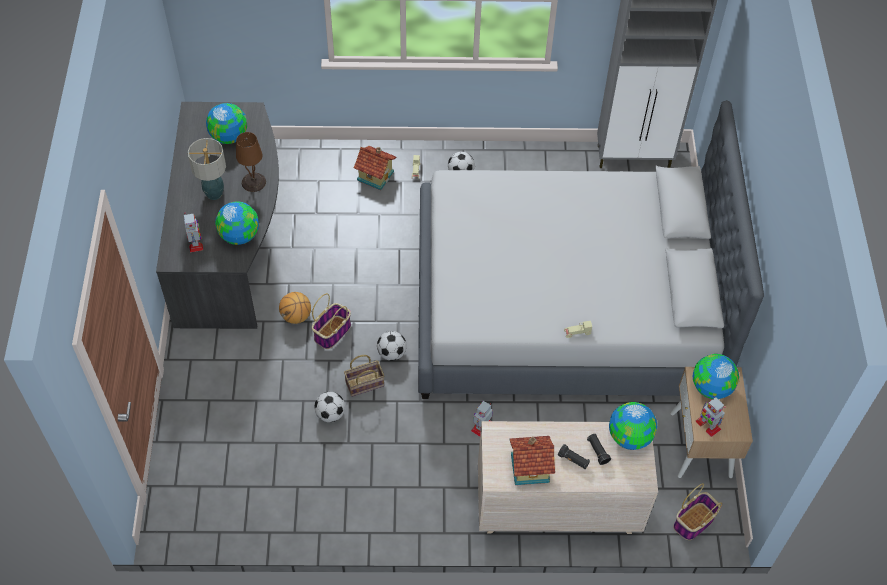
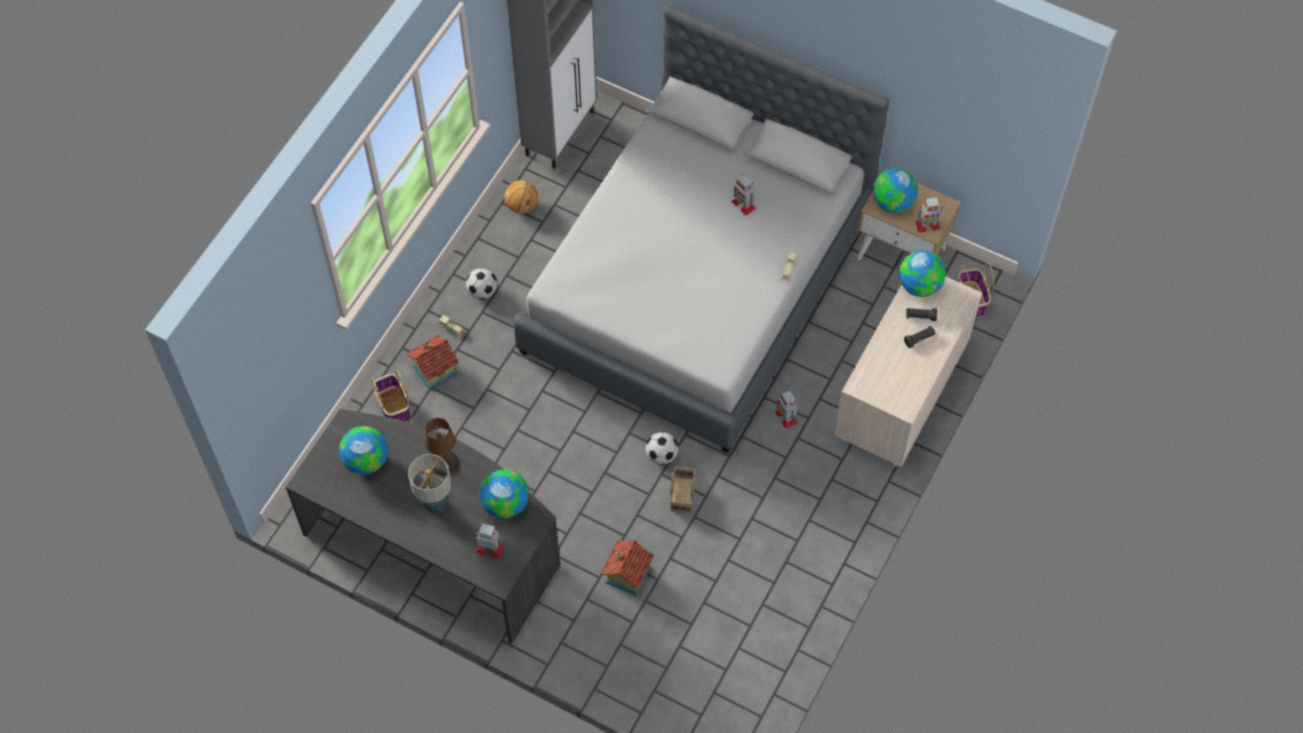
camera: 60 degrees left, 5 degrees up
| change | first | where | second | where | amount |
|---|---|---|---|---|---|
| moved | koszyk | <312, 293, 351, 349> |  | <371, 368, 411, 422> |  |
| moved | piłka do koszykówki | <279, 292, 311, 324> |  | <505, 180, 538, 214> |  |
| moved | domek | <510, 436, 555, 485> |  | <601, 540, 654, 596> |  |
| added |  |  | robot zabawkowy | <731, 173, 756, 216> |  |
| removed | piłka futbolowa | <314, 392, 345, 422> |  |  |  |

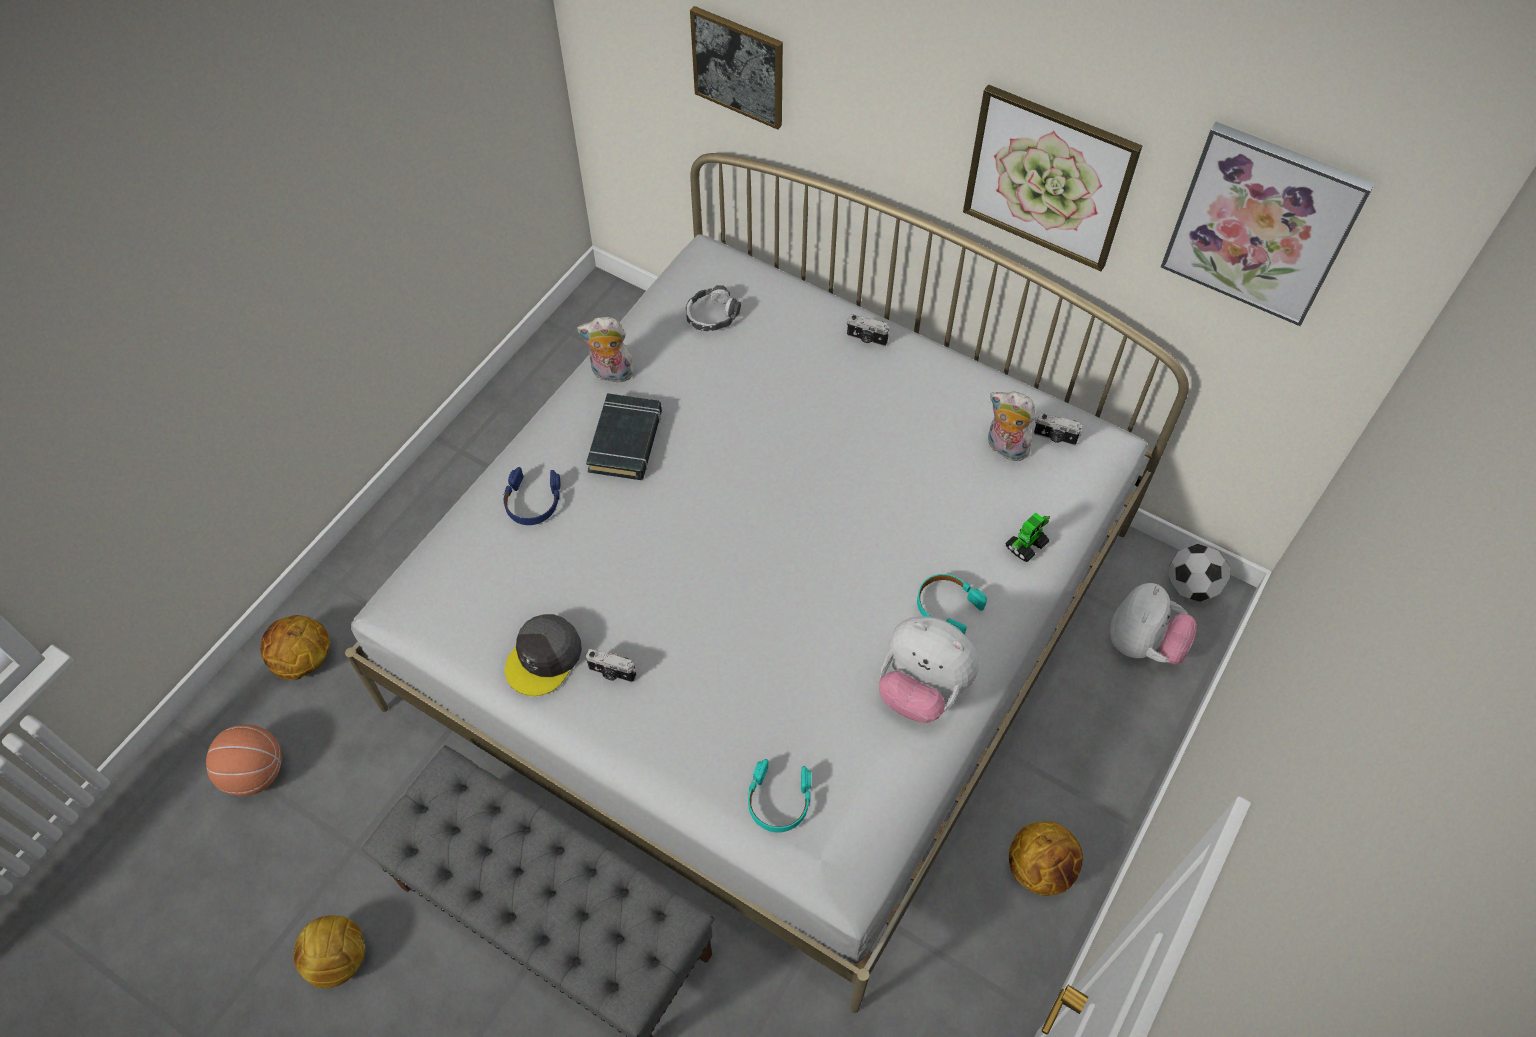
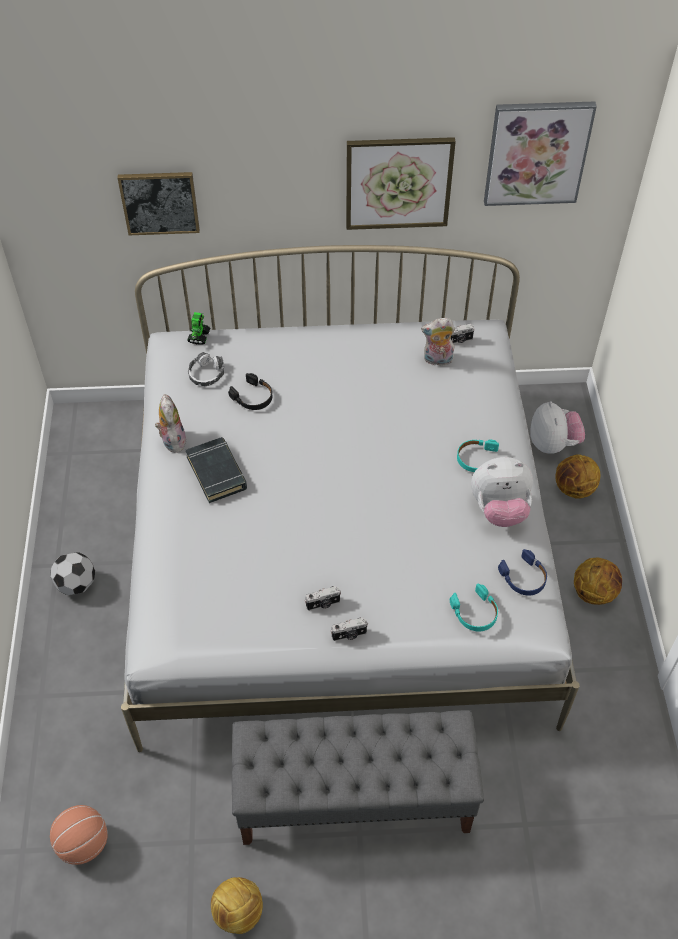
camera: 35 degrees left, 5 degrees down
| change | first | where | second | where | amount |
|---|---|---|---|---|---|
| moved | piłka futbolowa | <1169, 544, 1230, 602> |  | <50, 552, 95, 595> |  |
| turned | pluszak | <577, 317, 635, 383> |  | <155, 394, 187, 453> | 105 degrees clockwise |
| moved | robot zabawkowy | <1005, 512, 1050, 562> |  | <187, 312, 210, 345> |  |
| added |  |  | słuchawki [czarny] | <228, 373, 272, 410> |  |
| moved | aparat fotograficzny | <847, 314, 890, 347> |  | <331, 617, 368, 641> |  |
| moved | słuchawki [niebieski] | <504, 467, 560, 525> |  | <498, 549, 547, 596> |  |
| moved | piłka do koszykówki | <260, 615, 330, 680> |  | <555, 454, 600, 499> |  |
| removed | czapka z daszkiem [szary] | <505, 614, 582, 696> |  |  |  |

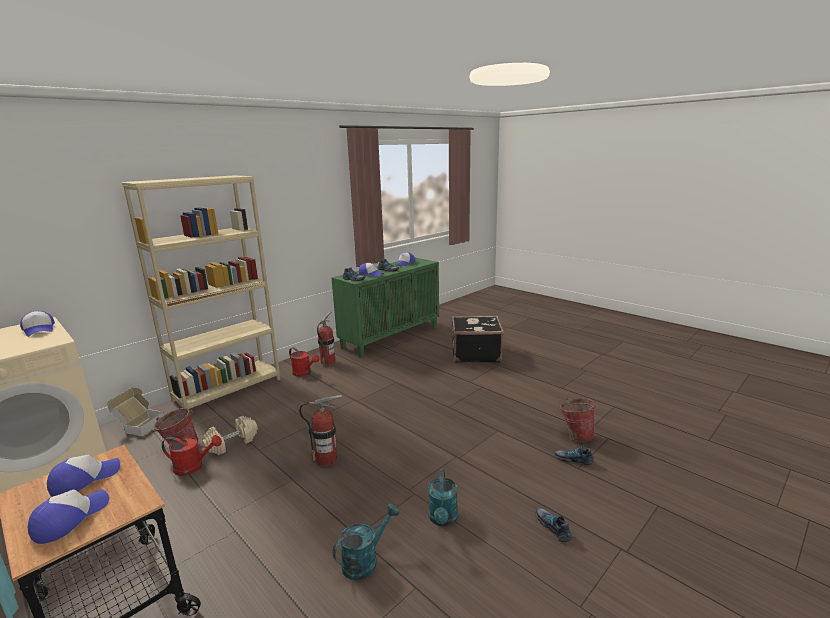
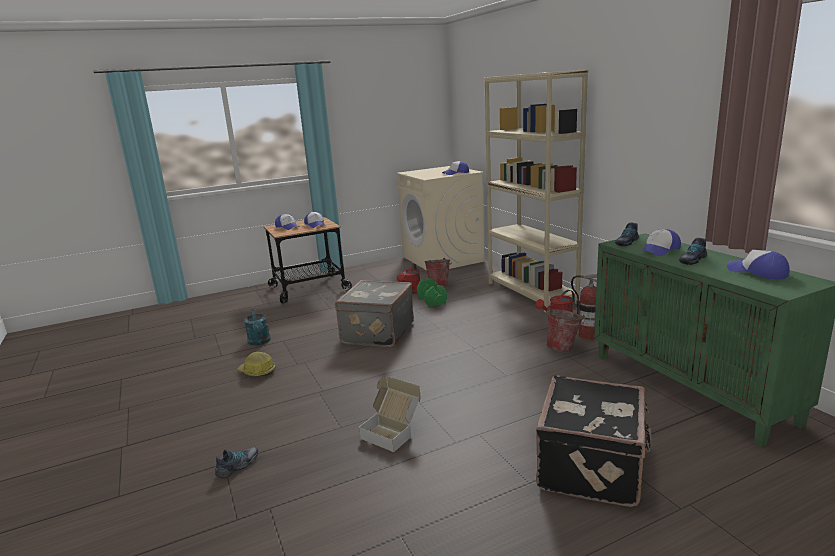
camera: 110 degrees right, 0 degrees up
| change | first | where | second | where | amount |
|---|---|---|---|---|---|
| replaced | konewka [turkusowy] | <428, 469, 458, 527> | kask | <237, 352, 275, 376> |  |
| replaced | gaśnica | <299, 395, 342, 467> | walizka [szary] | <335, 280, 414, 347> |  |
| moved | karton | <107, 388, 164, 436> |  | <359, 376, 420, 452> |  |
| recoloured | hantel [beżowy] | <202, 416, 258, 455> | hantel [zielony] | <417, 278, 447, 307> |  |
| moved | wiadro | <559, 397, 598, 442> |  | <546, 309, 585, 352> |  |
| removed | but | <535, 508, 572, 543> |  |  |  |

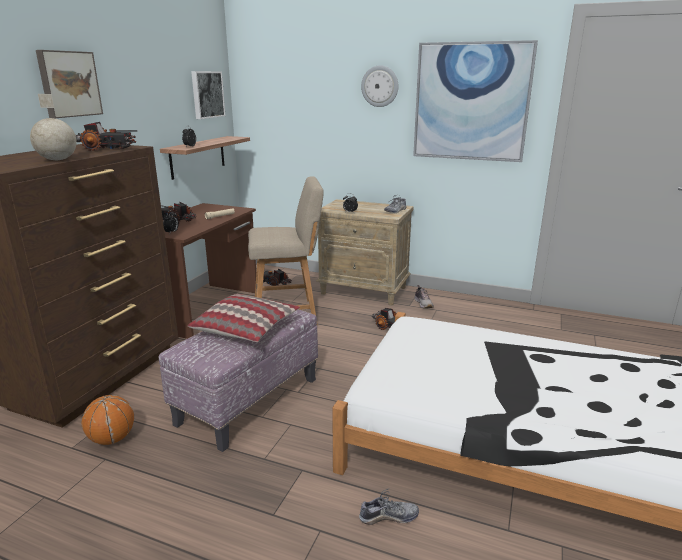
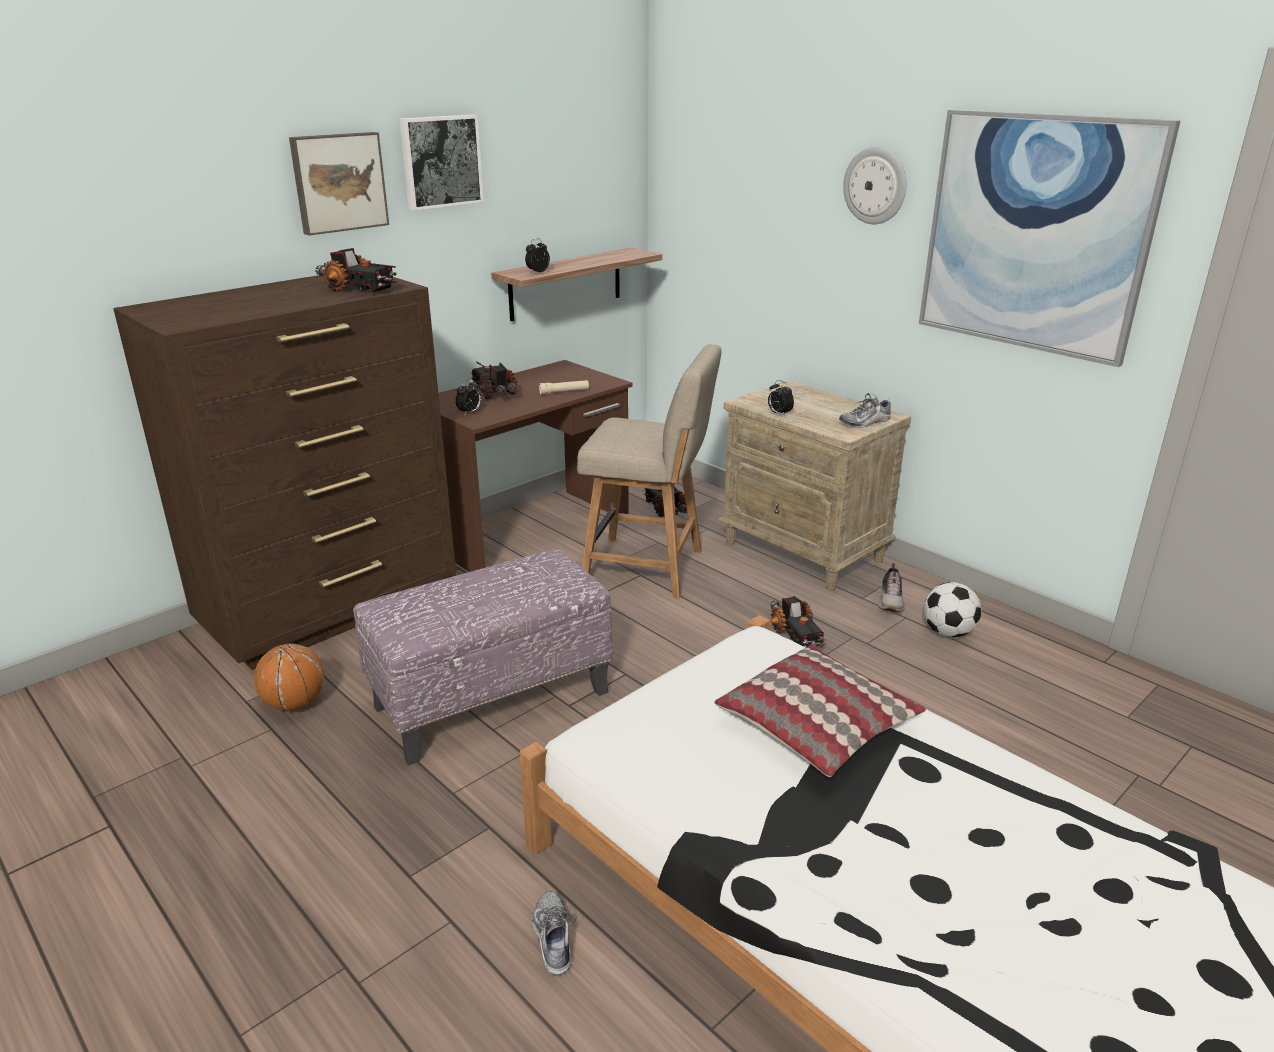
camera: 25 degrees right, 5 degrees up
| change | first | where | second | where | amount |
|---|---|---|---|---|---|
| moved | obraz | <191, 71, 225, 119> |  | <399, 115, 484, 211> |  |
| turned | but | <359, 488, 419, 525> |  | <527, 891, 577, 975> | 120 degrees counterclockwise |
| moved | poduszka | <188, 294, 300, 342> |  | <714, 645, 926, 777> |  |
| added |  |  | piłka futbolowa | <924, 582, 982, 637> |  |
| removed | globus | <30, 94, 77, 160> |  |  |  |

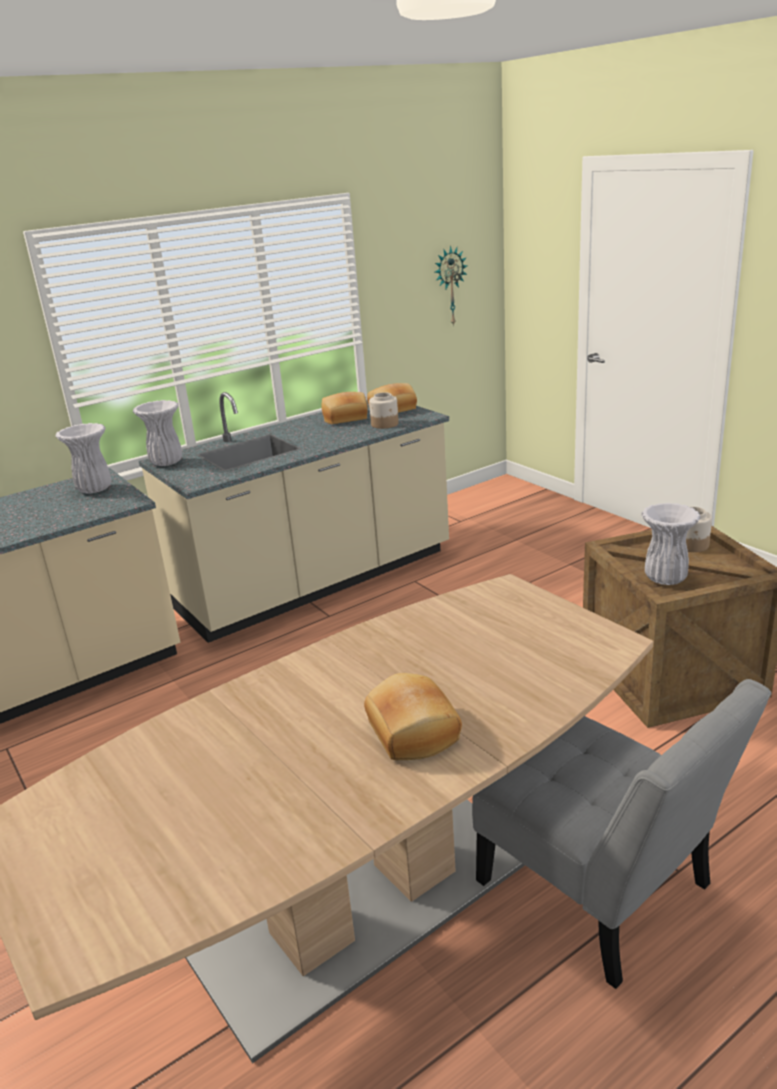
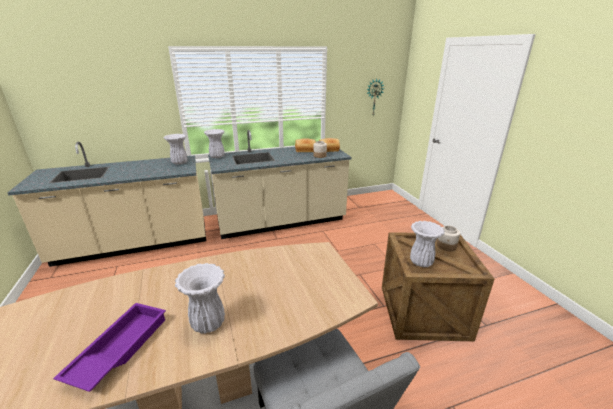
camera: 15 degrees right, 0 degrees up
| change | first | where | second | where | amount |
|---|---|---|---|---|---|
| added |  |  | taca [fioletowy] | <53, 303, 166, 392> |  |
| replaced | chleb | <364, 673, 462, 760> | wazon [biały] | <175, 263, 225, 334> |  |

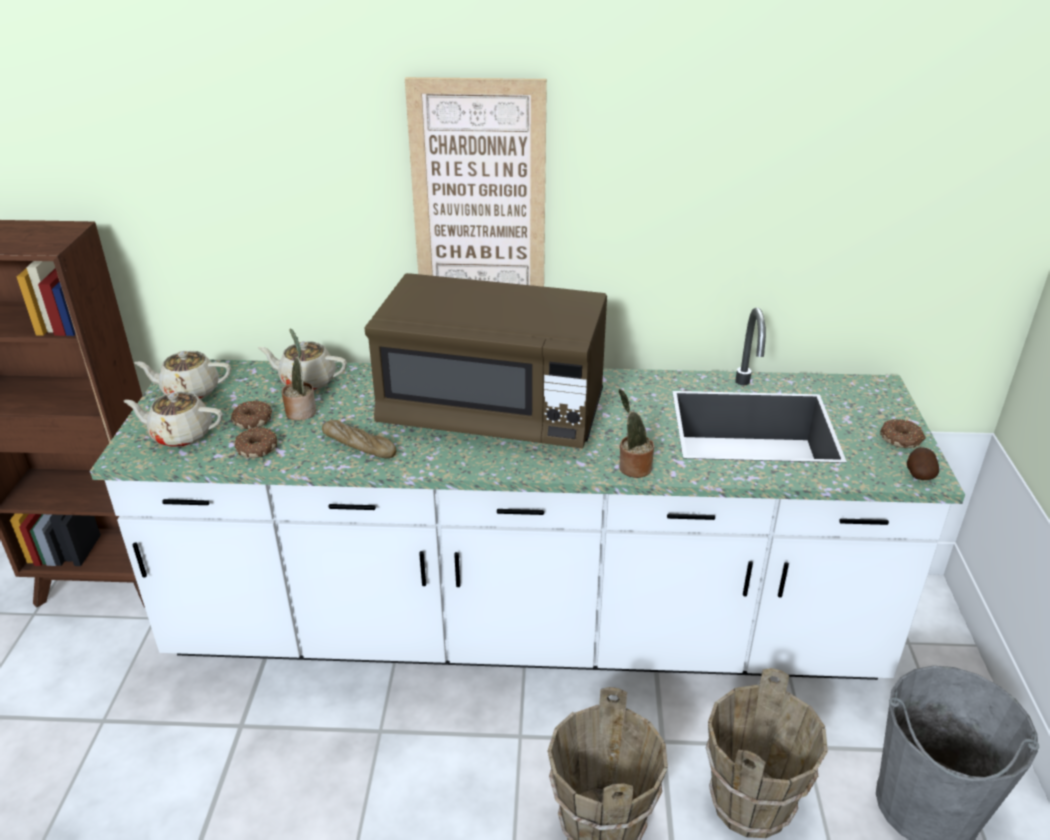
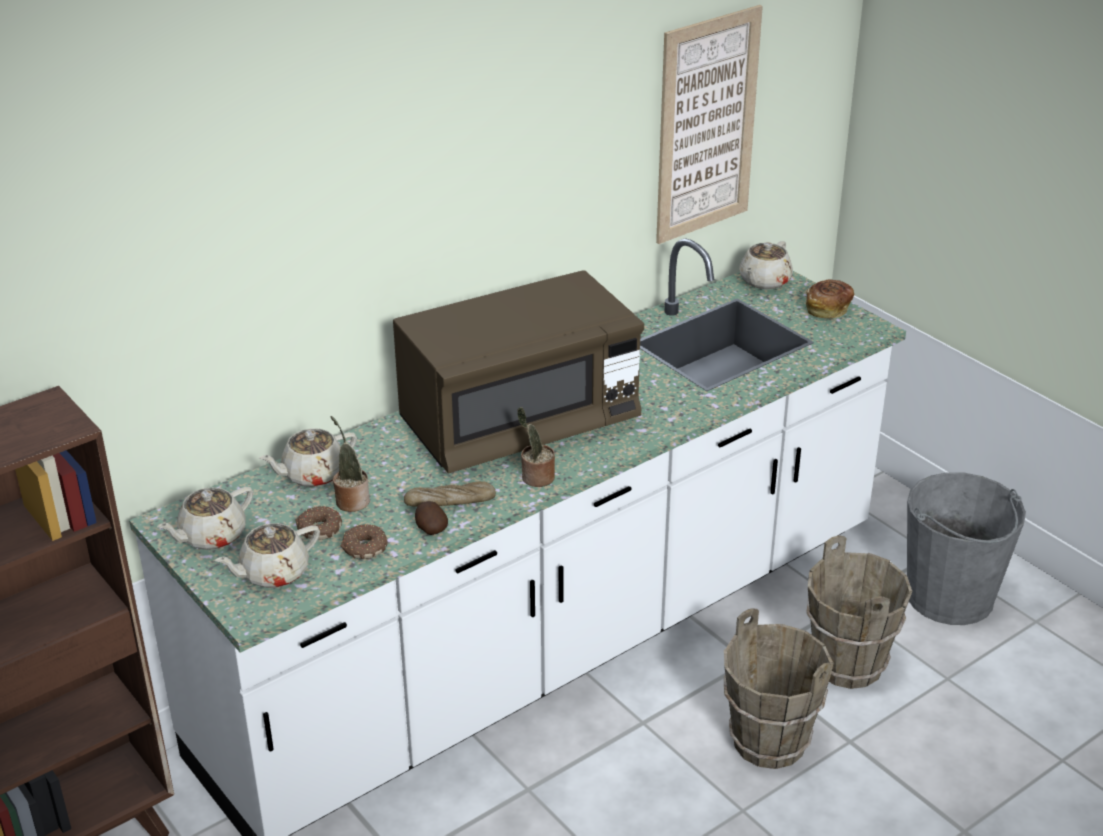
camera: 40 degrees left, 0 degrees up
| change | first | where | second | where | amount |
|---|---|---|---|---|---|
| moved | ziemniak | <907, 447, 939, 480> |  | <415, 501, 448, 535> |  |
| moved | roślina doniczkowa | <618, 389, 654, 478> |  | <517, 407, 555, 487> |  |
| moved | obraz | <405, 77, 547, 287> |  | <656, 5, 763, 244> |  |
| added |  |  | imbryk [beżowy] | <739, 241, 793, 289> |  |
| replaced | donut | <880, 419, 926, 448> | chleb | <806, 279, 854, 319> |  |

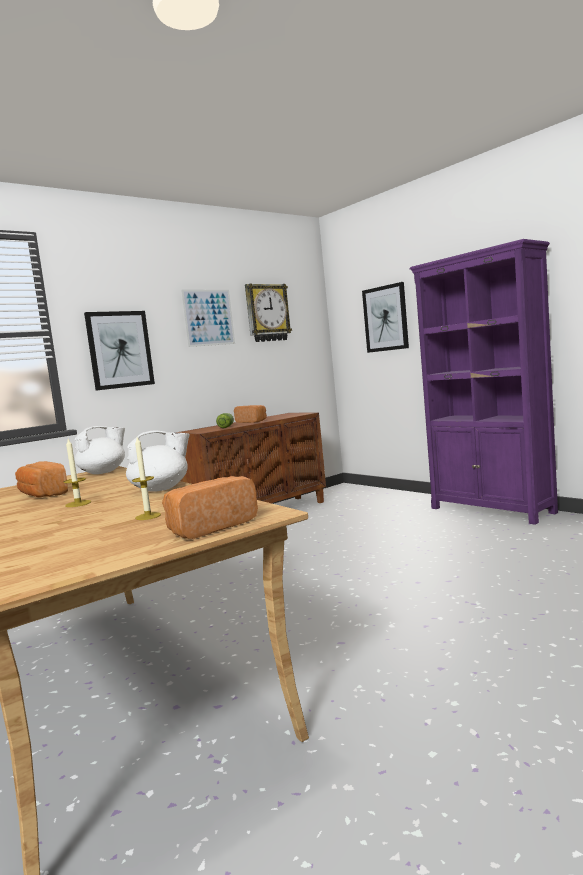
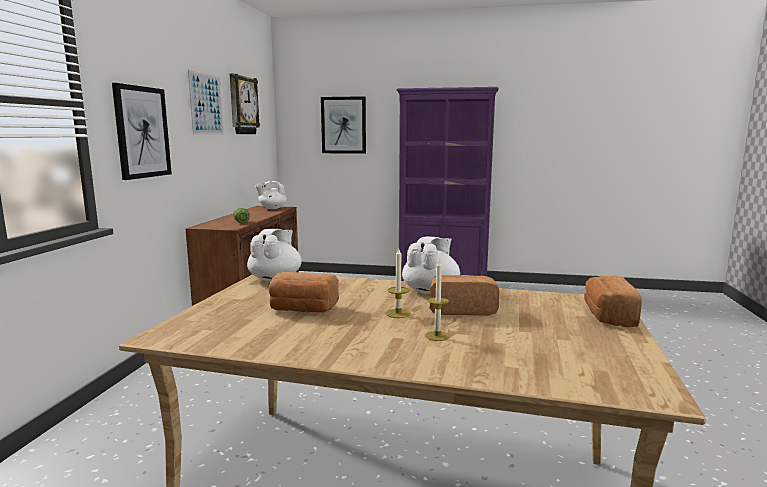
camera: 40 degrees left, 5 degrees up
| change | first | where | second | where | amount |
|---|---|---|---|---|---|
| added |  |  | imbryk [biały] | <255, 181, 287, 209> |  |
| moved | świeca | <132, 437, 161, 520> |  | <425, 260, 450, 341> |  |
| moved | chleb | <234, 405, 267, 423> |  | <430, 275, 500, 316> |  |

